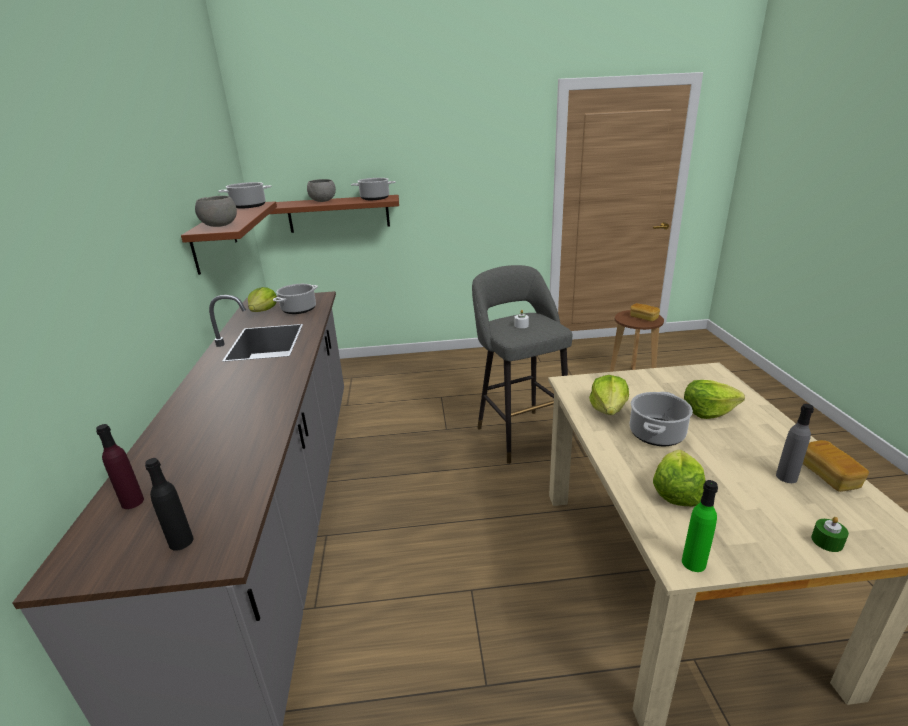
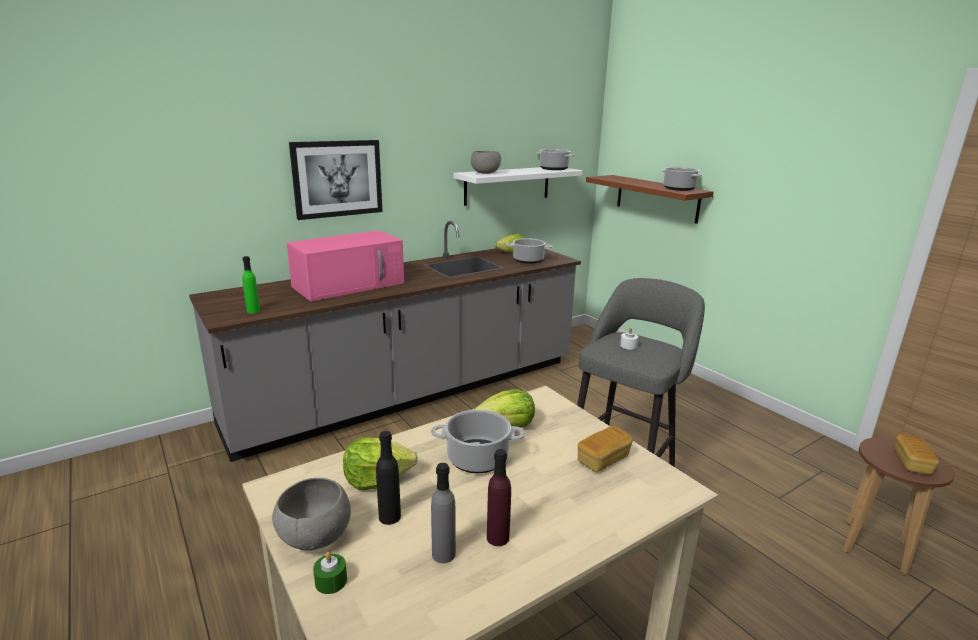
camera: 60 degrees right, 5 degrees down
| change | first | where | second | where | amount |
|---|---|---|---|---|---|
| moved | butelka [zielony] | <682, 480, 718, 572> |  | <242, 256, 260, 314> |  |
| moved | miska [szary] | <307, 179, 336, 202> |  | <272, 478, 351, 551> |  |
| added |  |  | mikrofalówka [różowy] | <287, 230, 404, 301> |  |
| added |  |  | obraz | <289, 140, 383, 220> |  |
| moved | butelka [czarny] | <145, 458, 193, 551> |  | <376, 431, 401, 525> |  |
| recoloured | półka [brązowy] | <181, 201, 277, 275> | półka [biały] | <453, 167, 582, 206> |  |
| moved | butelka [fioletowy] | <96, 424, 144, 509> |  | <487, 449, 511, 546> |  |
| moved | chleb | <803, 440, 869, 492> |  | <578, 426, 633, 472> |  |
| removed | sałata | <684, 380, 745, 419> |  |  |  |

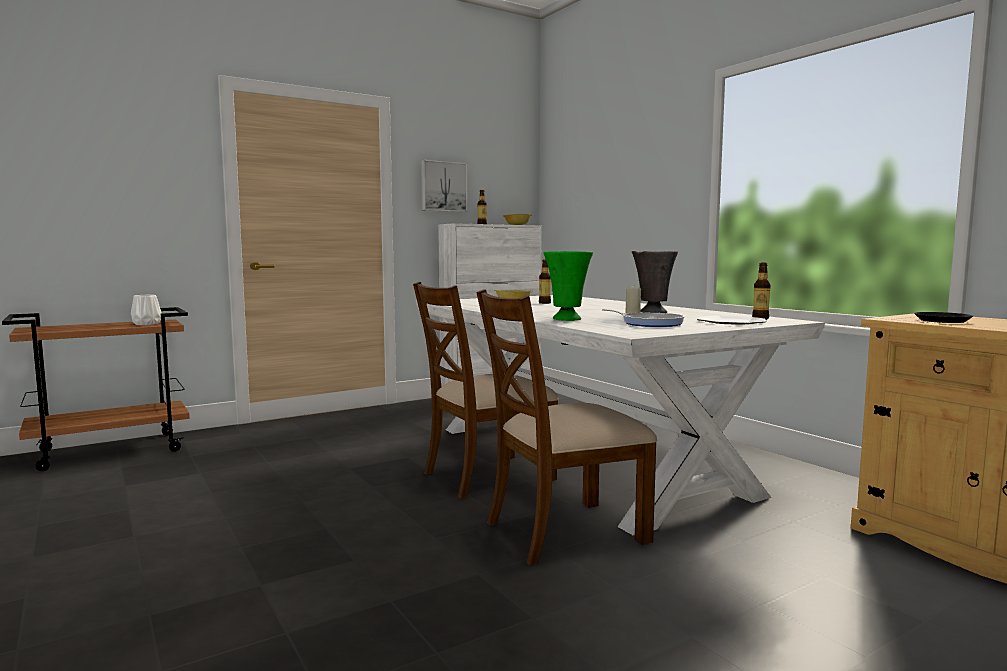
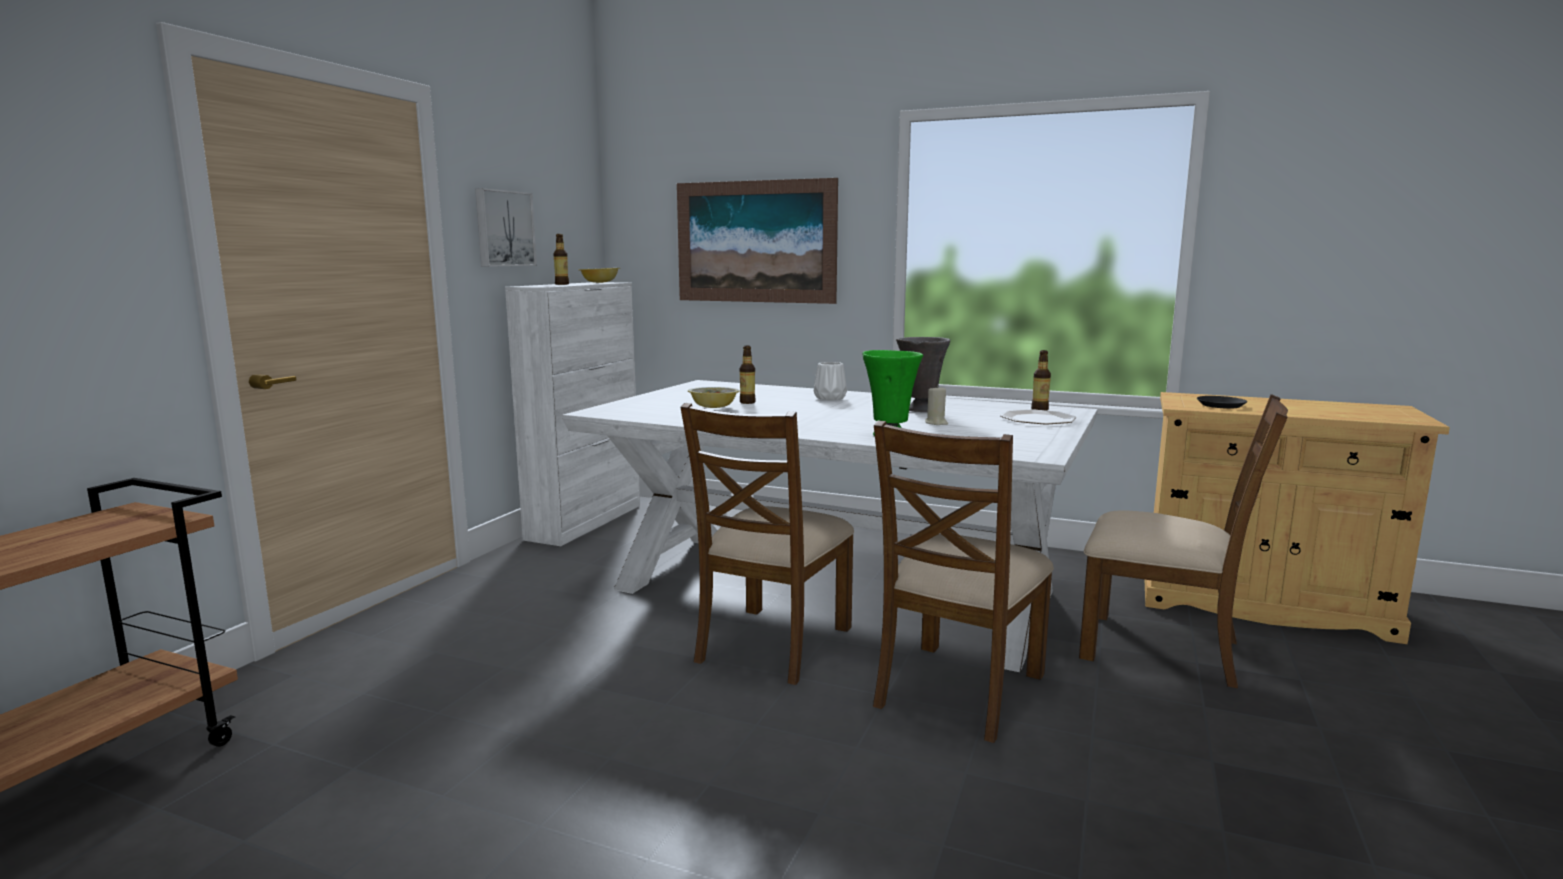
camera: 35 degrees left, 5 degrees up
| change | first | where | second | where | amount |
|---|---|---|---|---|---|
| added |  |  | obraz | <677, 178, 838, 304> |  |
| moved | wazon [biały] | <131, 295, 161, 325> |  | <814, 362, 847, 400> |  |
| added |  |  | krzesło [brązowy] | <1079, 394, 1288, 688> |  |
| removed | patelnia | <602, 309, 685, 327> |  |  |  |

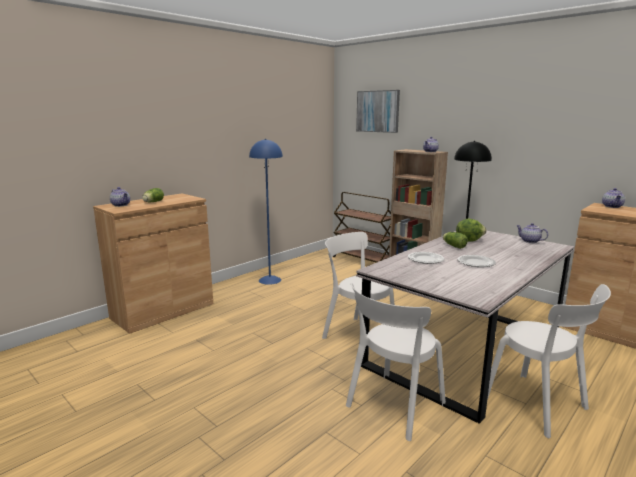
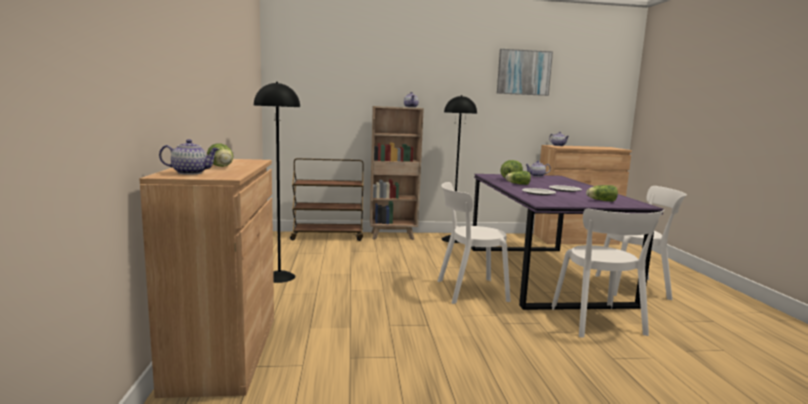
camera: 50 degrees left, 5 degrees down
| change | first | where | second | where | amount |
|---|---|---|---|---|---|
| recoloured | lampa stojąca [niebieski] | <249, 139, 283, 285> | lampa stojąca [czarny] | <254, 82, 300, 283> |  |
| recoloured | stół jadalny [szary] | <356, 231, 574, 424> | stół jadalny [fioletowy] | <471, 174, 664, 310> |  |
| moved | obraz | <356, 90, 400, 133> |  | <497, 49, 553, 96> |  |
| added |  |  | sałata | <586, 185, 618, 202> |  |

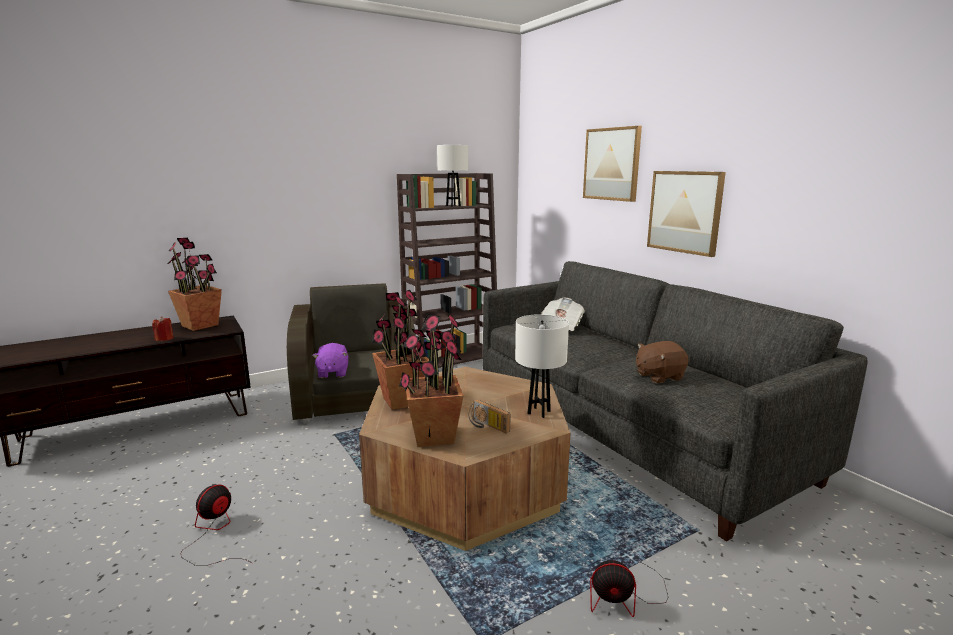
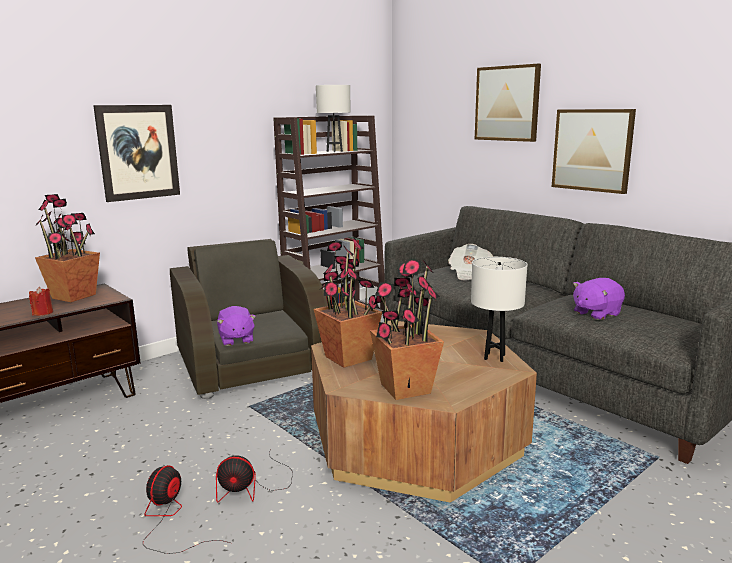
camera: 10 degrees left, 0 degrees up
| change | first | where | second | where | amount |
|---|---|---|---|---|---|
| added |  |  | obraz | <93, 105, 180, 202> |  |
| moved | wentylator | <590, 560, 668, 617> |  | <216, 449, 293, 503> |  |
| recoloured | pluszak [brązowy] | <636, 341, 689, 383> | pluszak [fioletowy] | <573, 278, 625, 320> |  |
| removed | radio | <469, 399, 511, 434> |  |  |  |

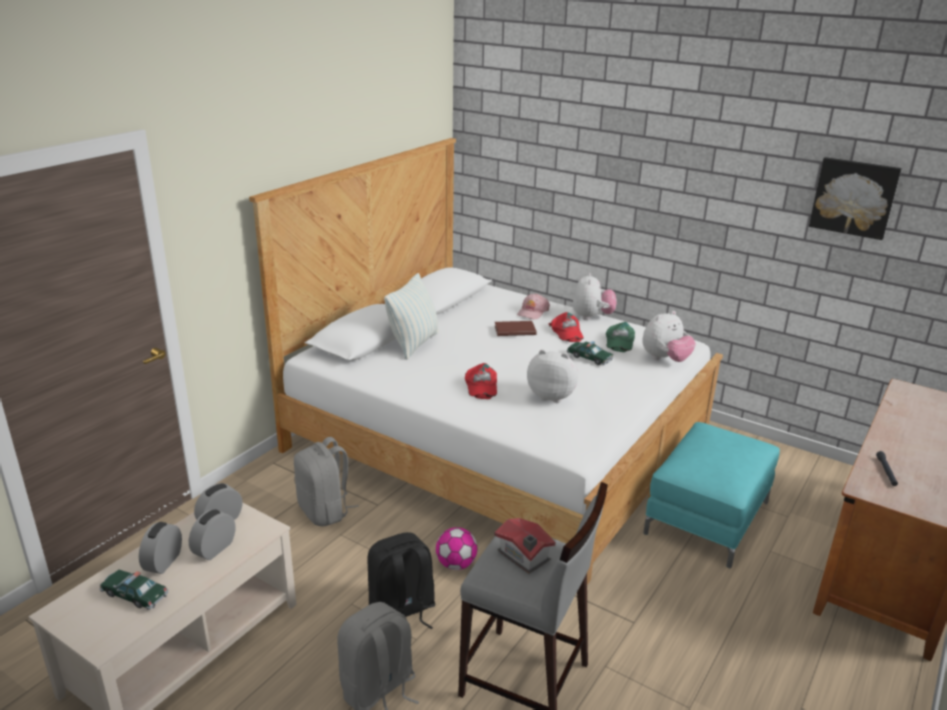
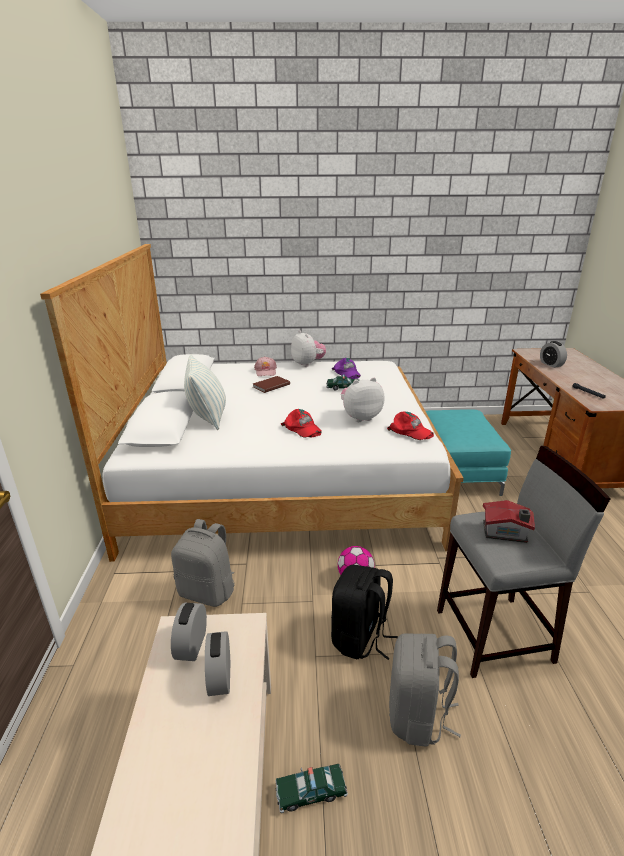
camera: 35 degrees left, 0 degrees up
| change | first | where | second | where | amount |
|---|---|---|---|---|---|
| moved | samochodzik | <100, 569, 168, 610> |  | <276, 764, 348, 813> |  |
| recoloured | czapka z daszkiem [zielony] | <606, 322, 635, 352> | czapka z daszkiem [fioletowy] | <332, 358, 361, 379> |  |
| moved | czapka z daszkiem [czerwony] | <548, 312, 584, 342> |  | <387, 411, 434, 440> |  |
| moved | budzik | <139, 522, 182, 574> |  | <540, 341, 567, 368> |  |
| removed | pluszak | <642, 311, 696, 362> |  |  |  |
| removed | obraz | <809, 157, 902, 240> |  |  |  |

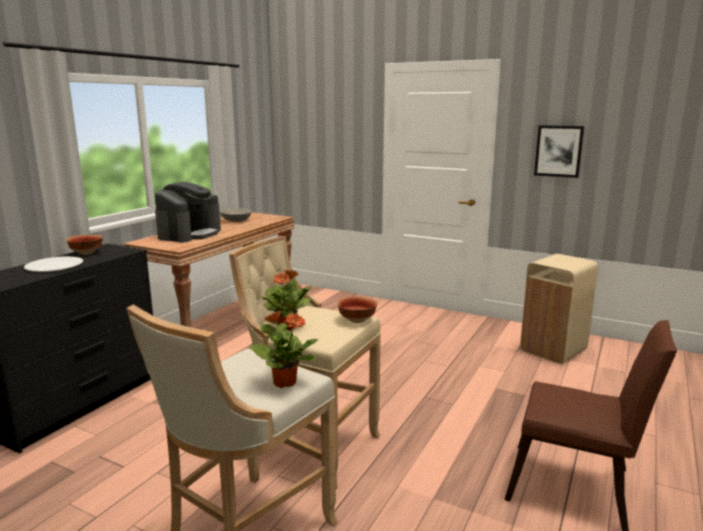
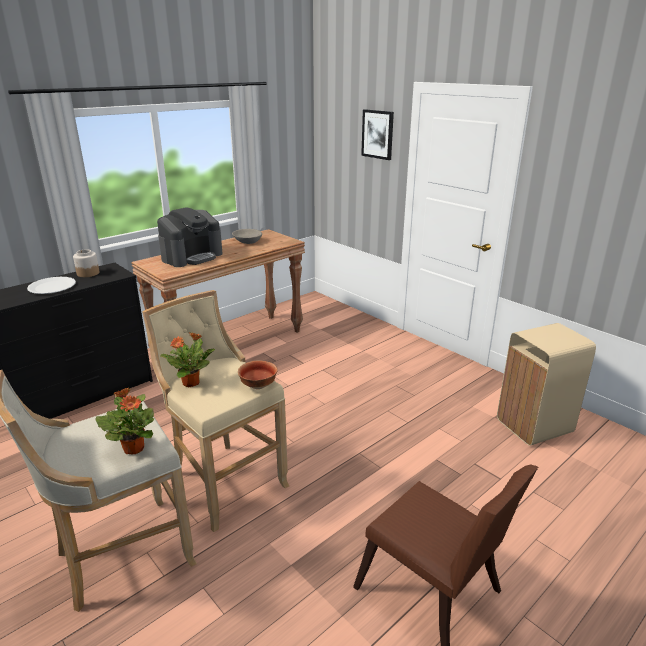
camera: 20 degrees right, 10 degrees up
| change | first | where | second | where | amount |
|---|---|---|---|---|---|
| replaced | miska | <66, 235, 103, 255> | słoik | <73, 249, 99, 277> |  |
| moved | obraz | <534, 125, 584, 178> |  | <361, 109, 394, 160> |  |

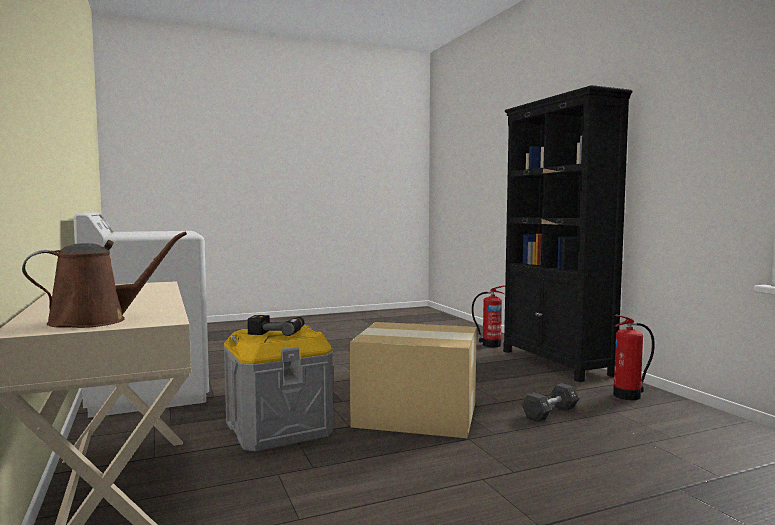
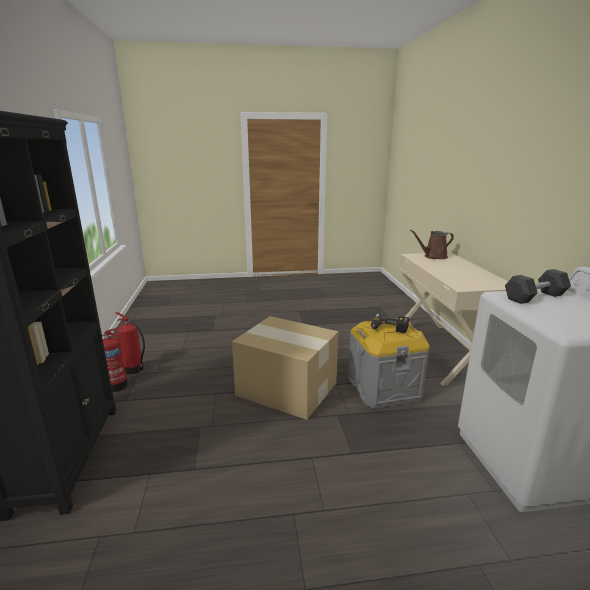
camera: 165 degrees left, 15 degrees up
| change | first | where | second | where | amount |
|---|---|---|---|---|---|
| moved | gaśnica | <472, 286, 505, 347> |  | <116, 312, 145, 374> |  |
| moved | hantel [czarny] | <522, 383, 579, 422> |  | <505, 269, 571, 304> |  |

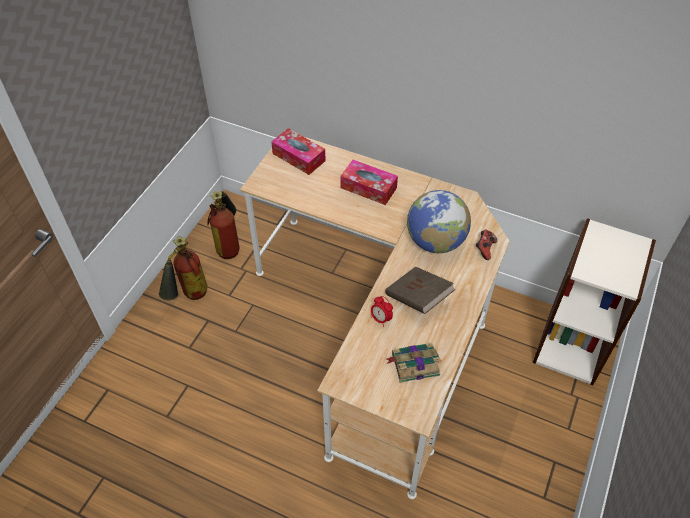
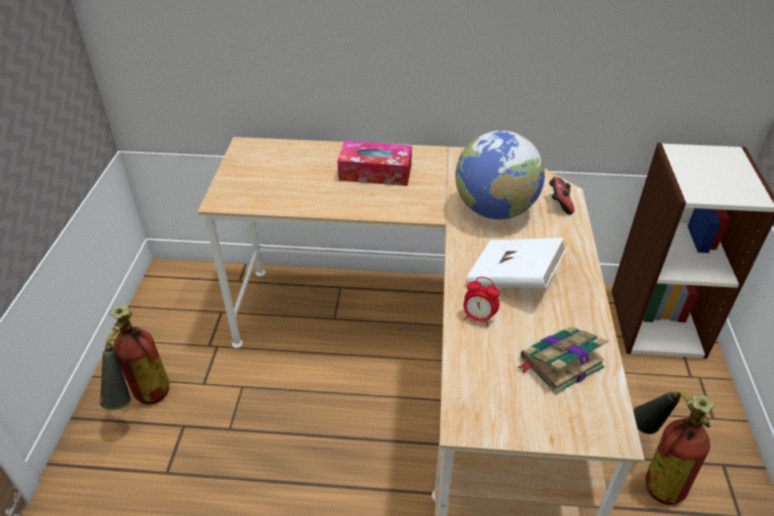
camera: 20 degrees left, 10 degrees down
| change | first | where | second | where | amount |
|---|---|---|---|---|---|
| recoloured | książka [brązowy] | <385, 266, 455, 314> | książka [biały] | <467, 238, 567, 288> |  |
| moved | gaśnica | <208, 191, 240, 259> |  | <633, 391, 715, 505> |  |
| removed | pudełko chusteczek | <271, 128, 326, 175> |  |  |  |

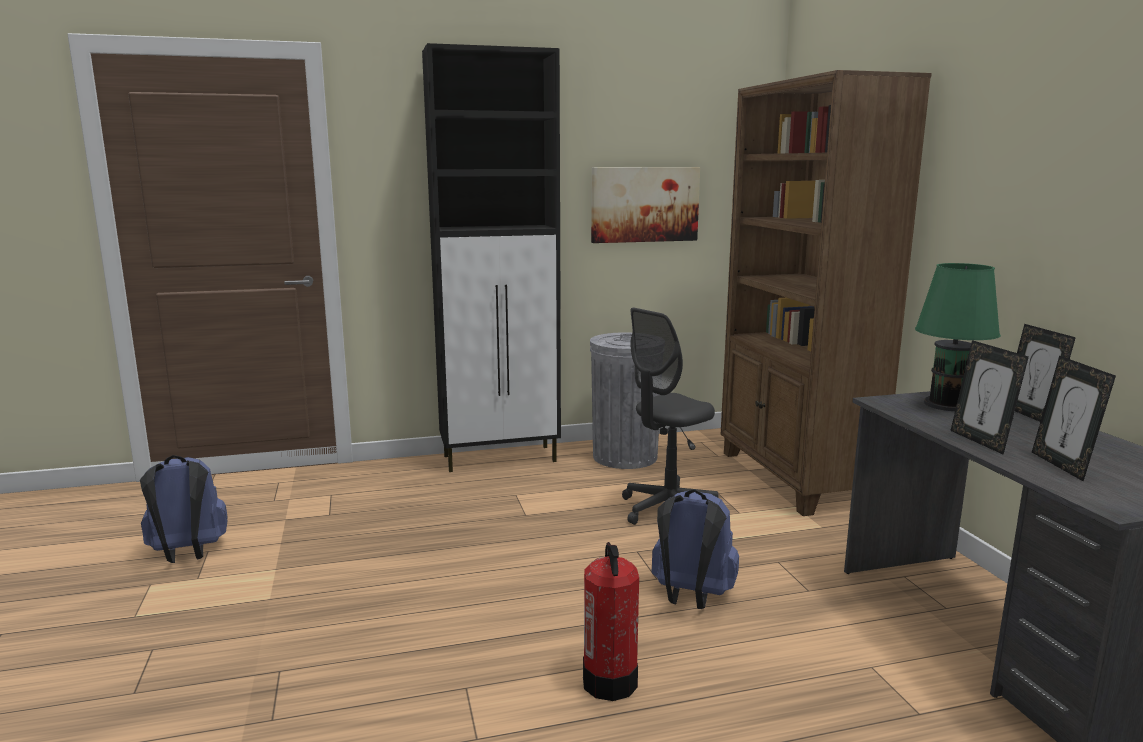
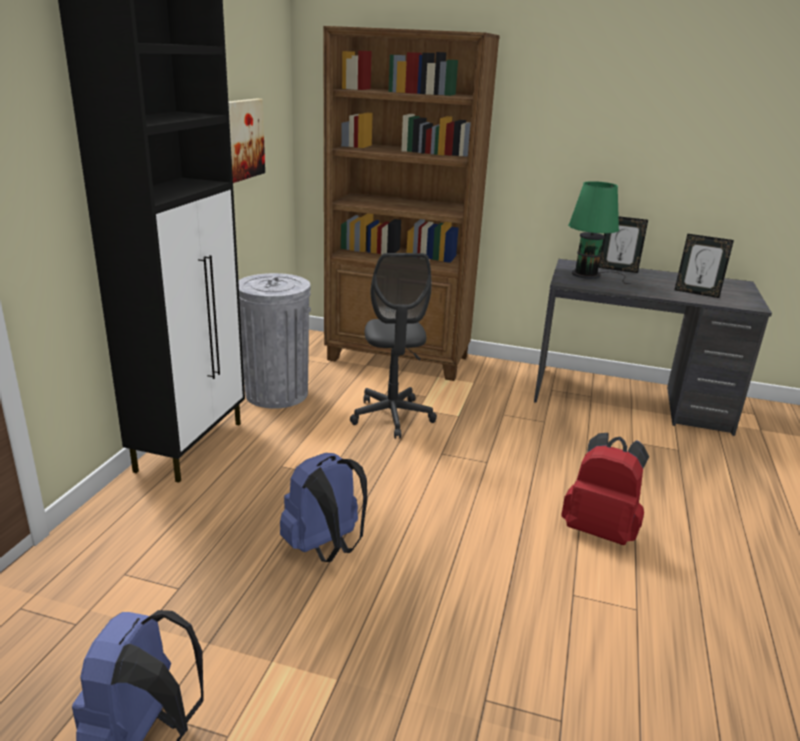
camera: 60 degrees left, 10 degrees up
| change | first | where | second | where | amount |
|---|---|---|---|---|---|
| moved | plecak [niebieski] | <652, 490, 739, 609> |  | <280, 453, 367, 562> |  |
| replaced | gaśnica | <583, 542, 639, 701> | plecak [czerwony] | <561, 433, 649, 545> |  |
| removed | ramka na zdjęcie | <950, 340, 1029, 455> |  |  |  |

